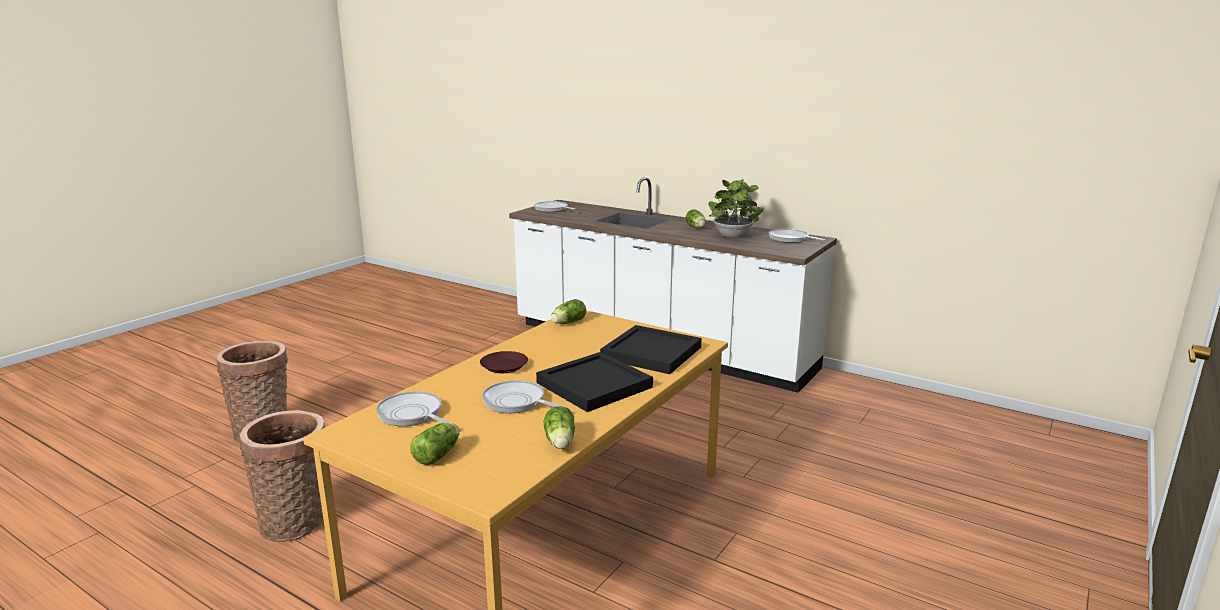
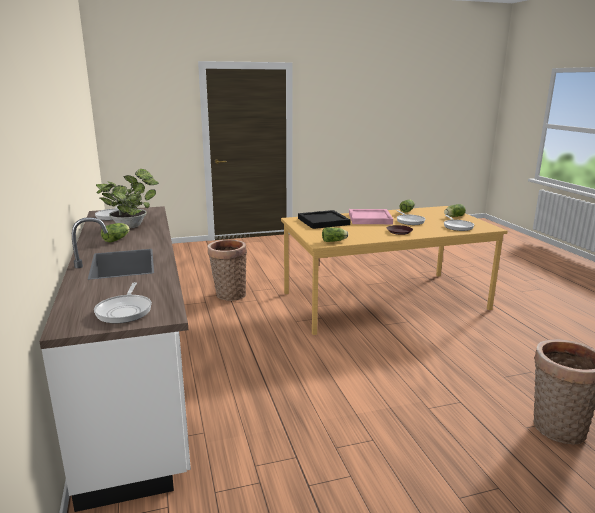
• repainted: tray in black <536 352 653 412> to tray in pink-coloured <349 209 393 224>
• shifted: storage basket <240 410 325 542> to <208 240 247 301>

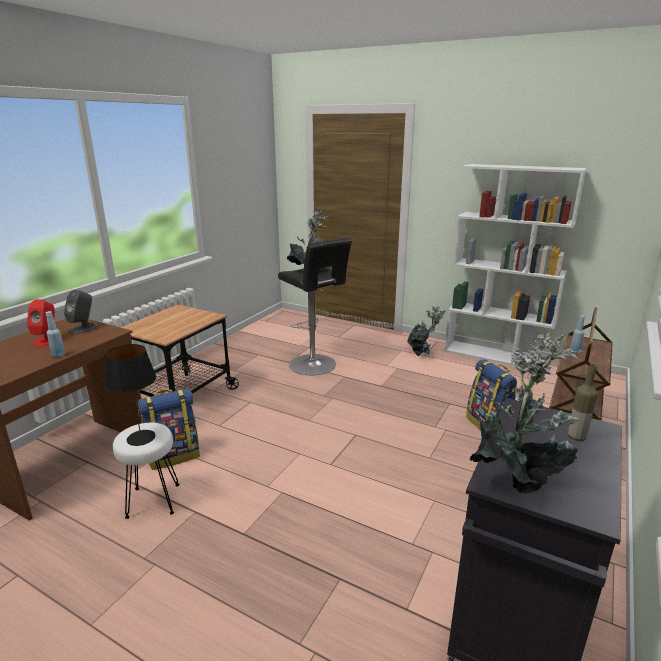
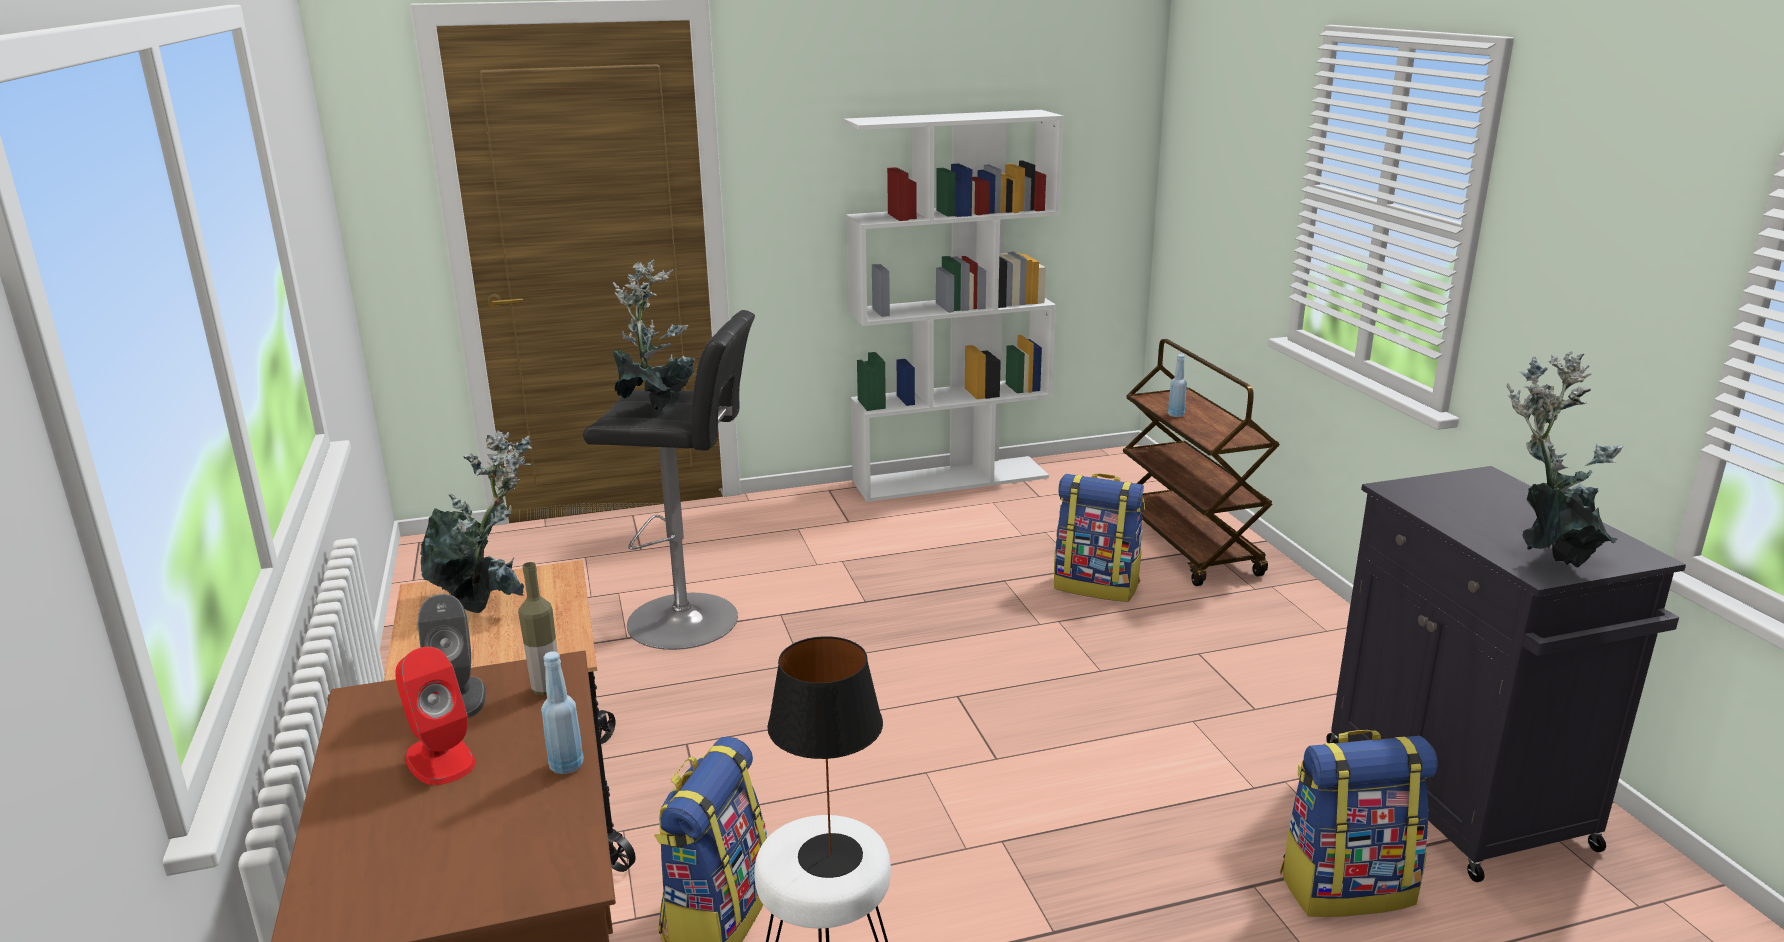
• shifted: potted plant <407 306 446 356> to <420 430 532 613>
• shifted: drink bottle <568 364 597 441> to <518 562 557 695>
• new: rucksack <1280 730 1438 917>

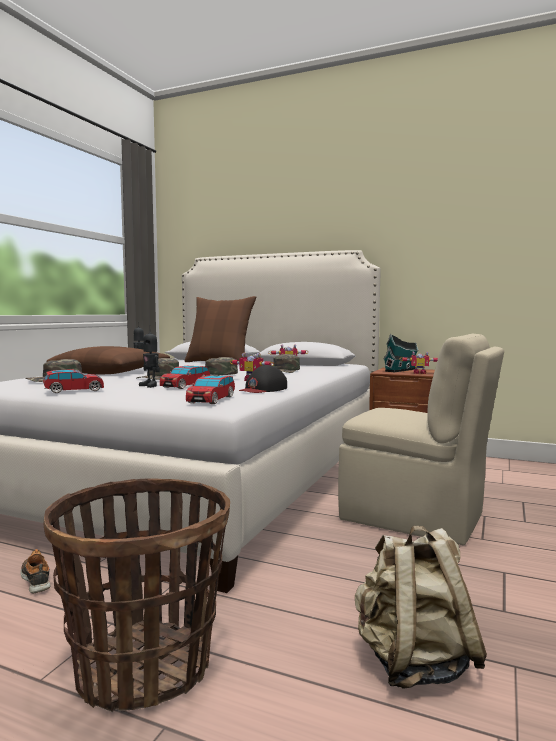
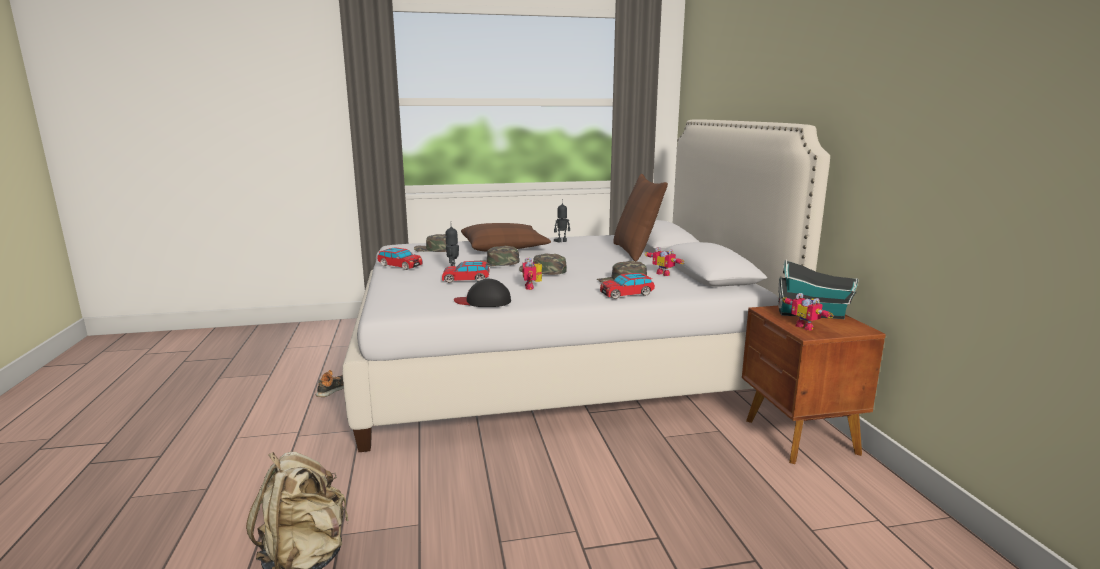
• gone: chair in beige <338 334 504 545>
• shifted: miniature car <186 376 235 404> to <600 273 655 299>
• gone: storage basket <44 478 230 712>

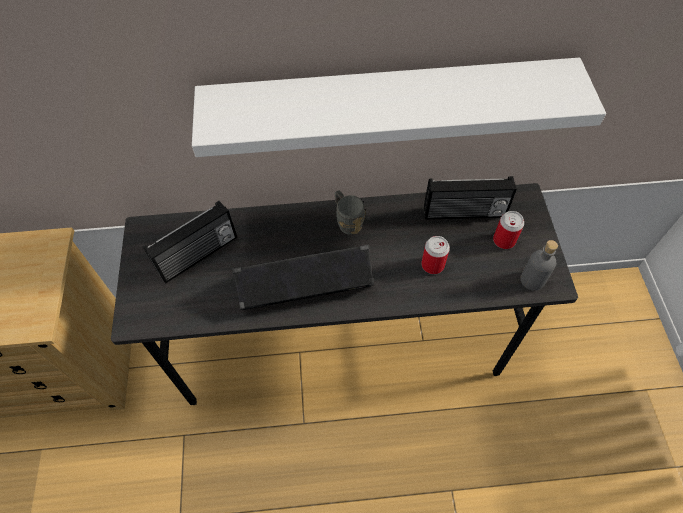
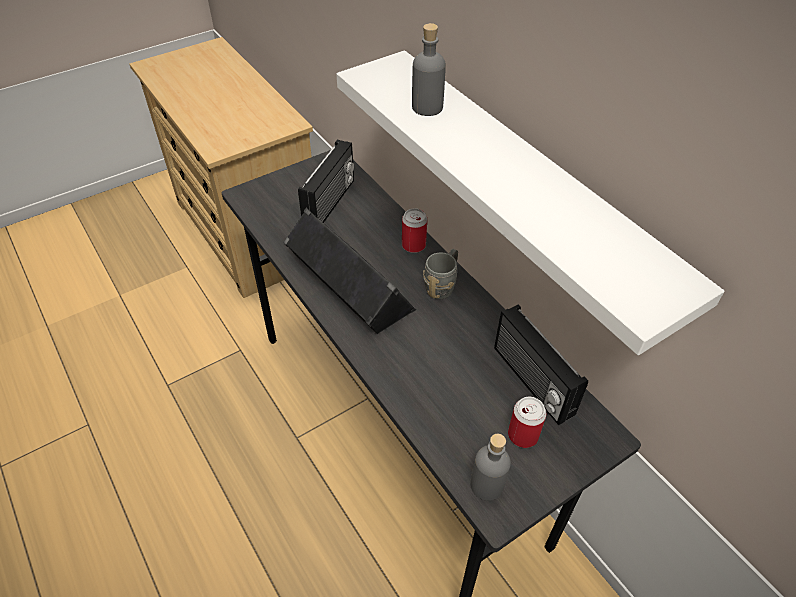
• rotated: radio <143 201 237 283> = <298 140 354 223> 90 degrees counterclockwise
• shifted: metal can <421 236 450 274> to <402 208 427 253>
• new: drink bottle in grey <412 23 446 116>

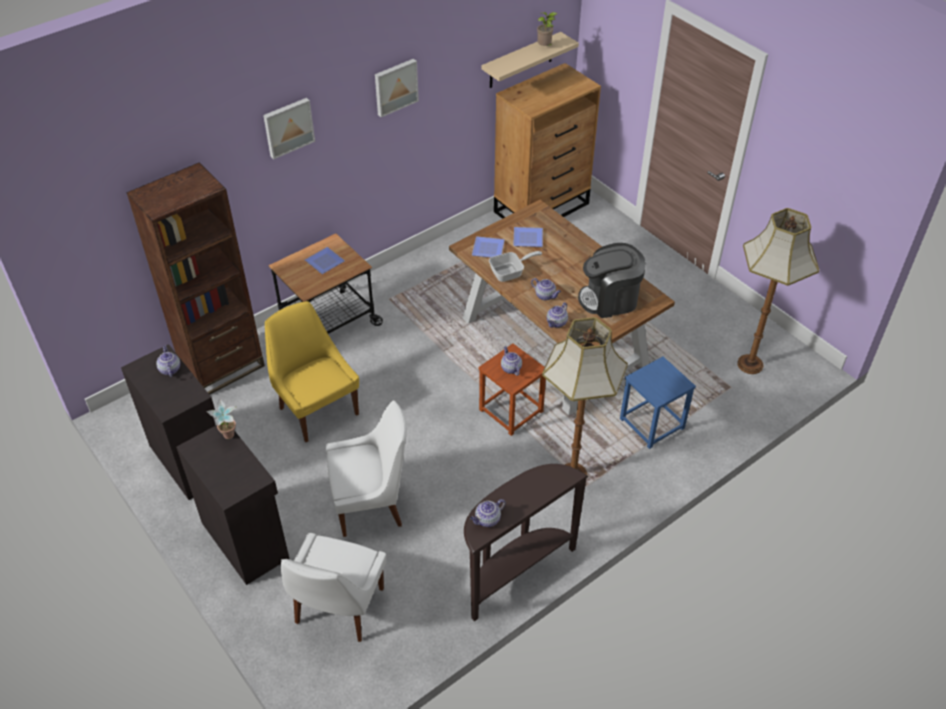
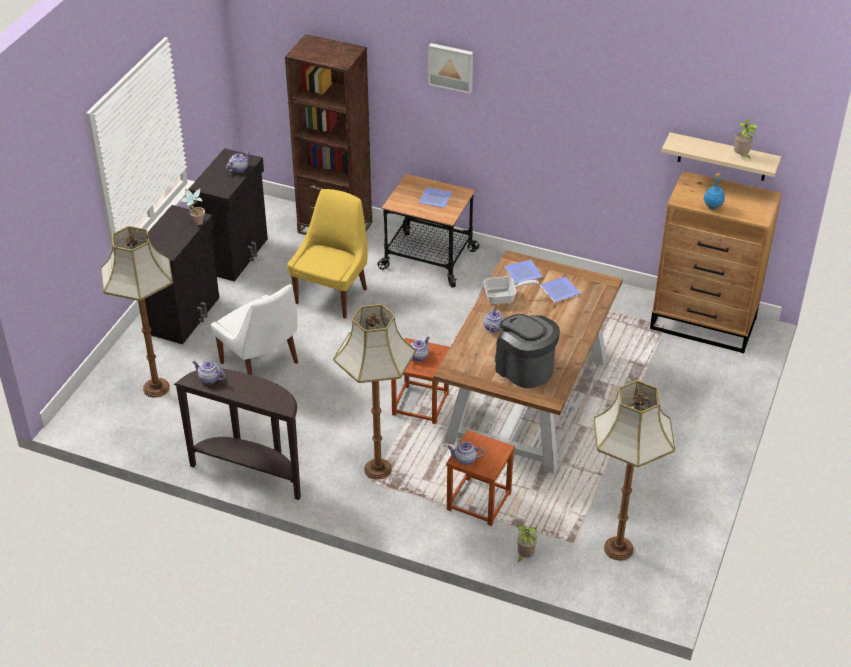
• gone: wall picture <375 59 419 117>
• rotated: pan <489 251 542 282> = <483 276 539 304> 45 degrees counterclockwise
• shifted: teapot <547 302 568 328> to <447 442 485 465>
• repainted: stool seat in blue <620 357 696 449> to stool seat in brown-coloured <446 430 515 526>
• swapped: chair in whitish <281 533 386 642> to standing lamp <101 226 173 398>
• new: drink bottle in blue <704 173 725 210>
• new: potted plant <517 526 537 562>

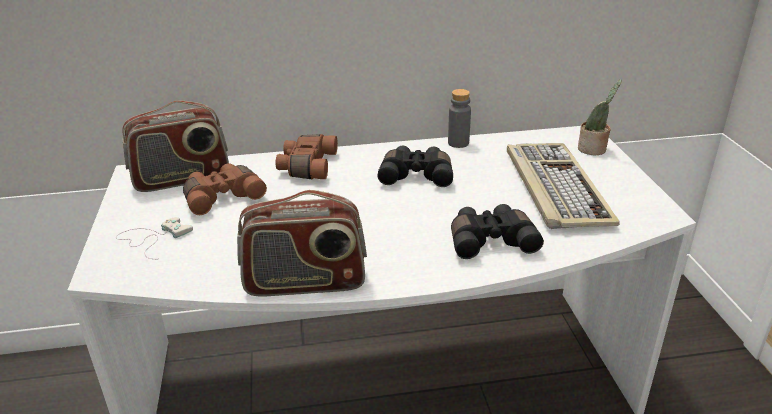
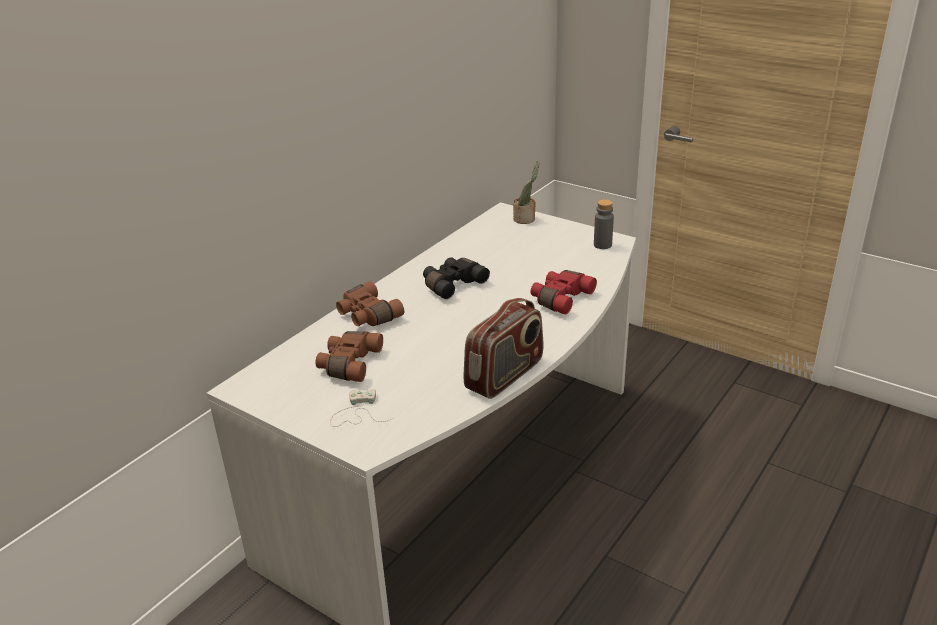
• shifted: drink bottle in grey <448 89 471 148> to <594 199 614 249>
• gone: radio <122 101 229 192>
• gone: PC keyboard <507 143 620 229>
• repainted: field glasses in black <451 204 544 259> to field glasses in red <530 270 597 315>

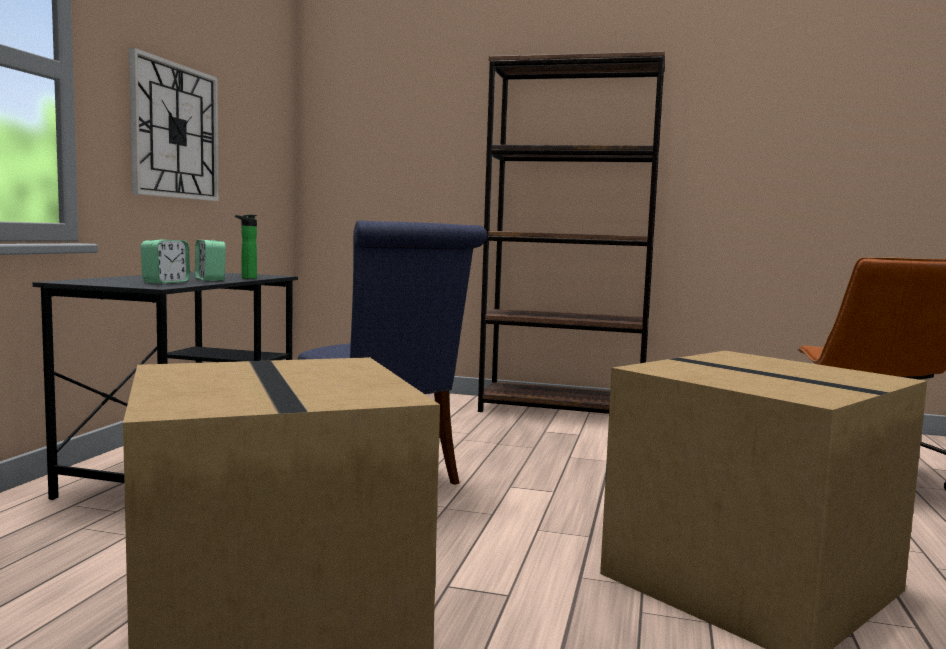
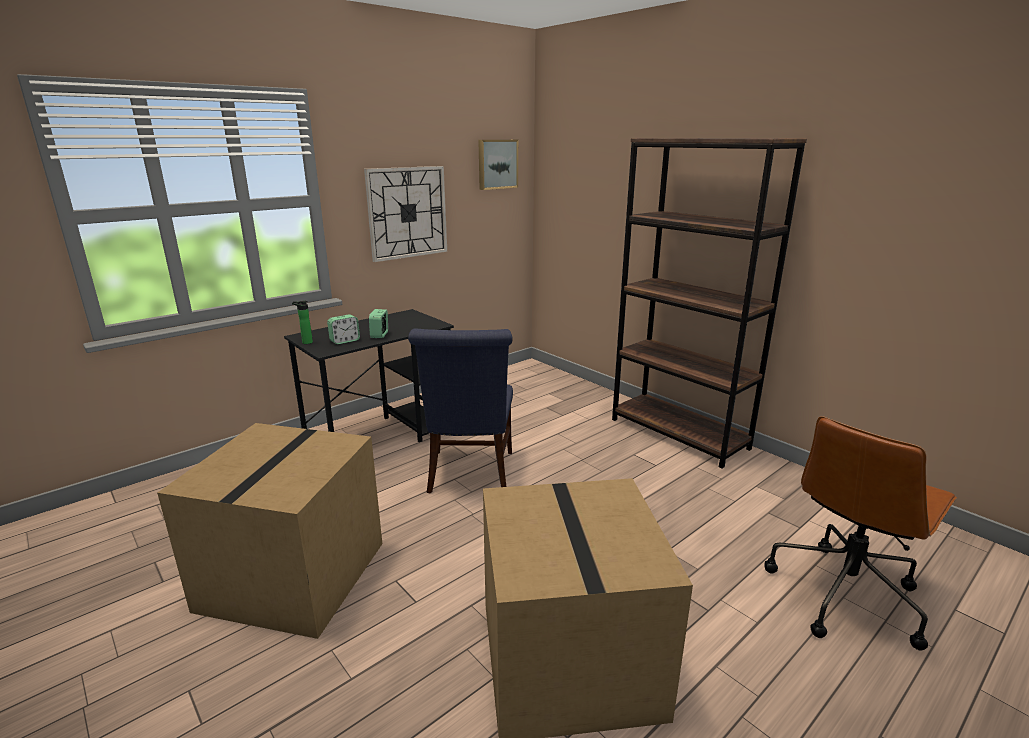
• shifted: drink bottle <235 215 257 279> to <292 301 313 344>
• new: wall picture <478 140 518 190>

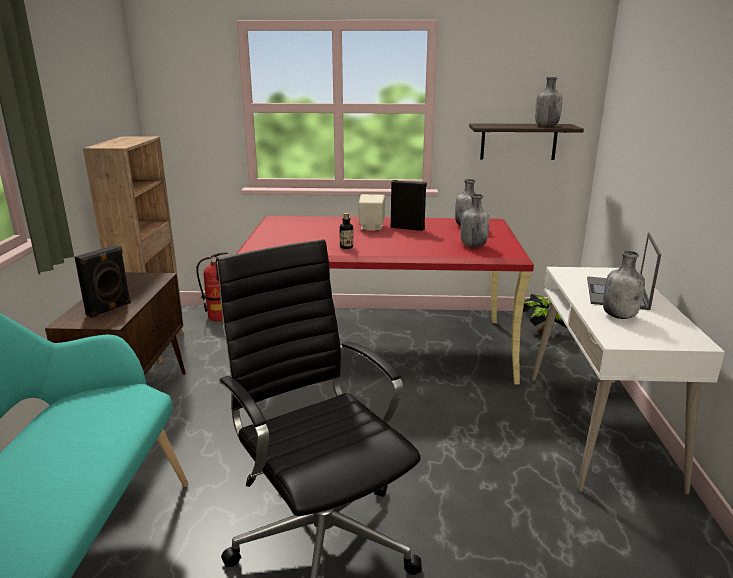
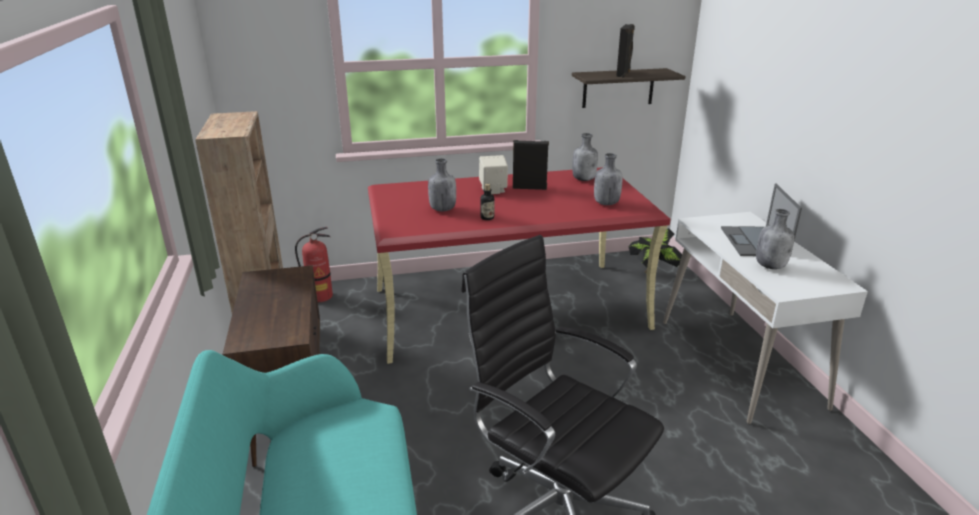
• shifted: drink bottle in grey <535 77 562 127> to <428 158 456 212>
• shifted: speaker in black <75 245 131 318> to <616 24 635 78>

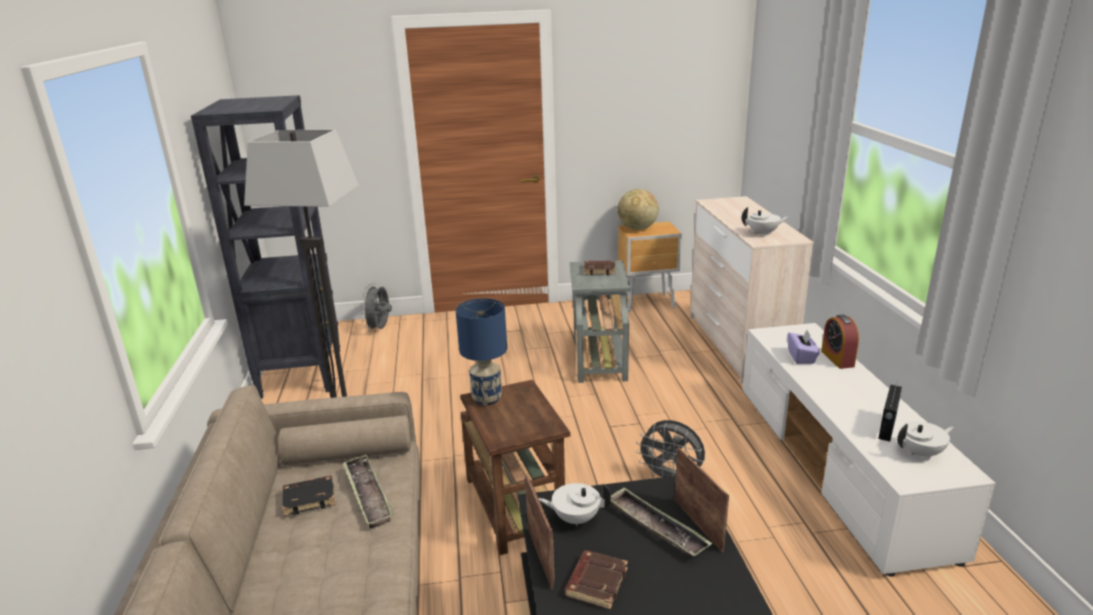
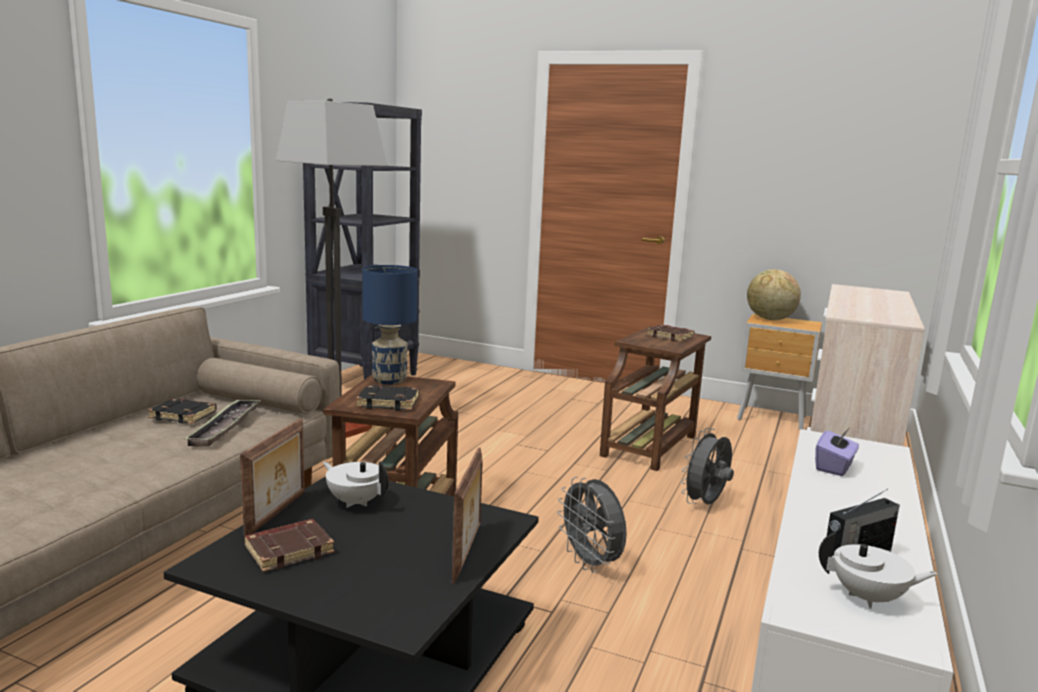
• gone: teapot in whitish <741 207 788 237>
• repainted: side table in grey <570 260 631 383> to side table in brown-coloured <600 326 711 471>
• shifted: fan in grey <361 283 392 332> to <681 428 734 505>
• gone: bedside clock <821 315 859 369>
• gone: tray <610 487 712 556>
• new: bound book in black <356 385 419 411>

